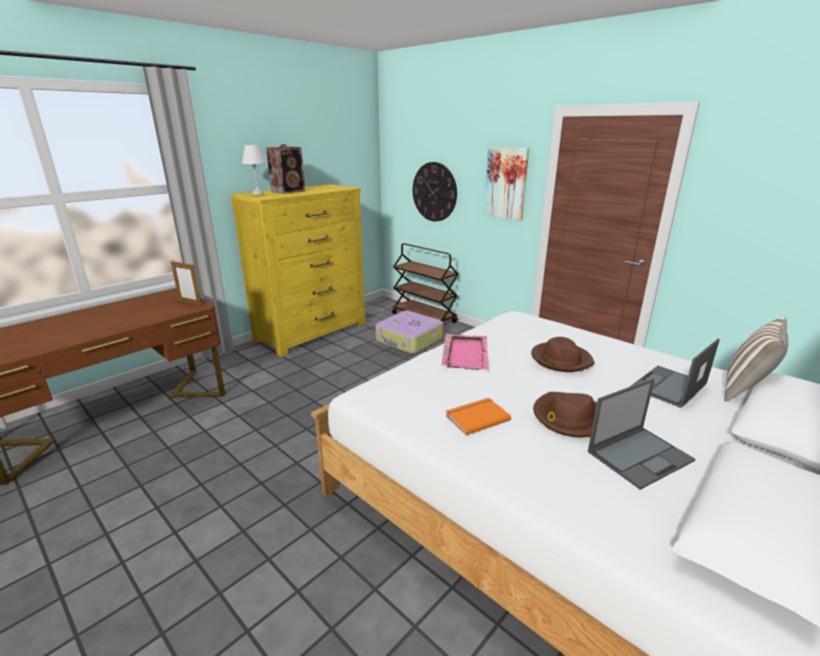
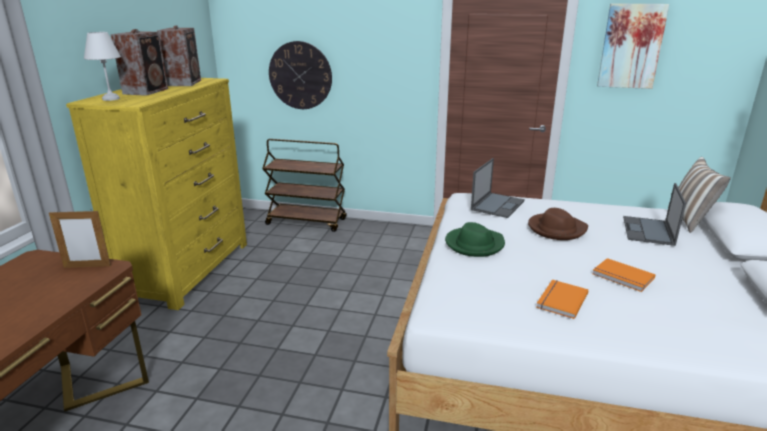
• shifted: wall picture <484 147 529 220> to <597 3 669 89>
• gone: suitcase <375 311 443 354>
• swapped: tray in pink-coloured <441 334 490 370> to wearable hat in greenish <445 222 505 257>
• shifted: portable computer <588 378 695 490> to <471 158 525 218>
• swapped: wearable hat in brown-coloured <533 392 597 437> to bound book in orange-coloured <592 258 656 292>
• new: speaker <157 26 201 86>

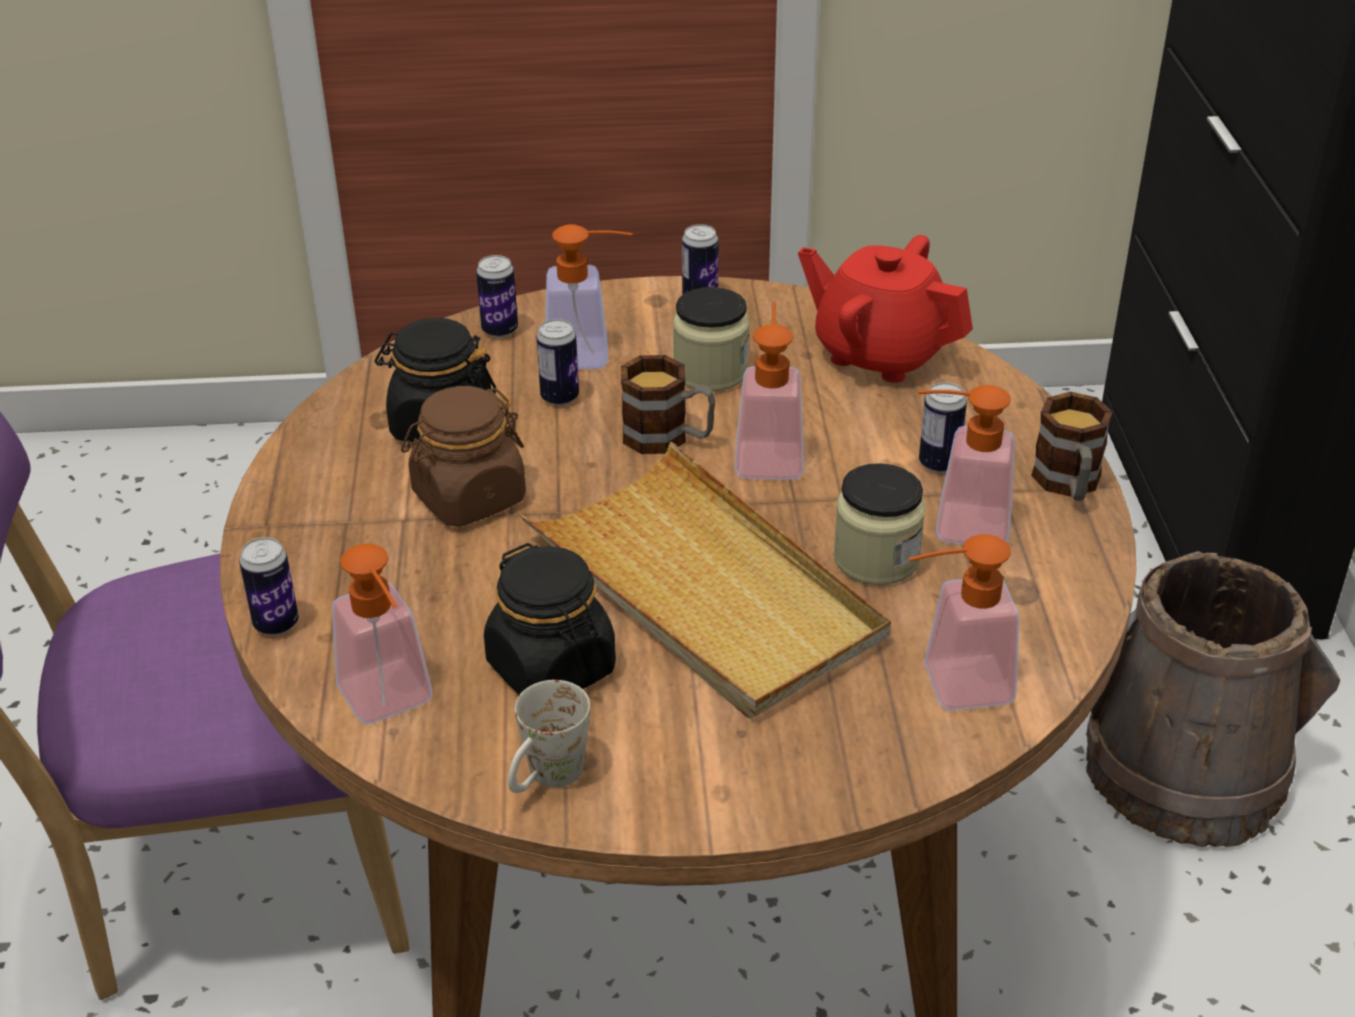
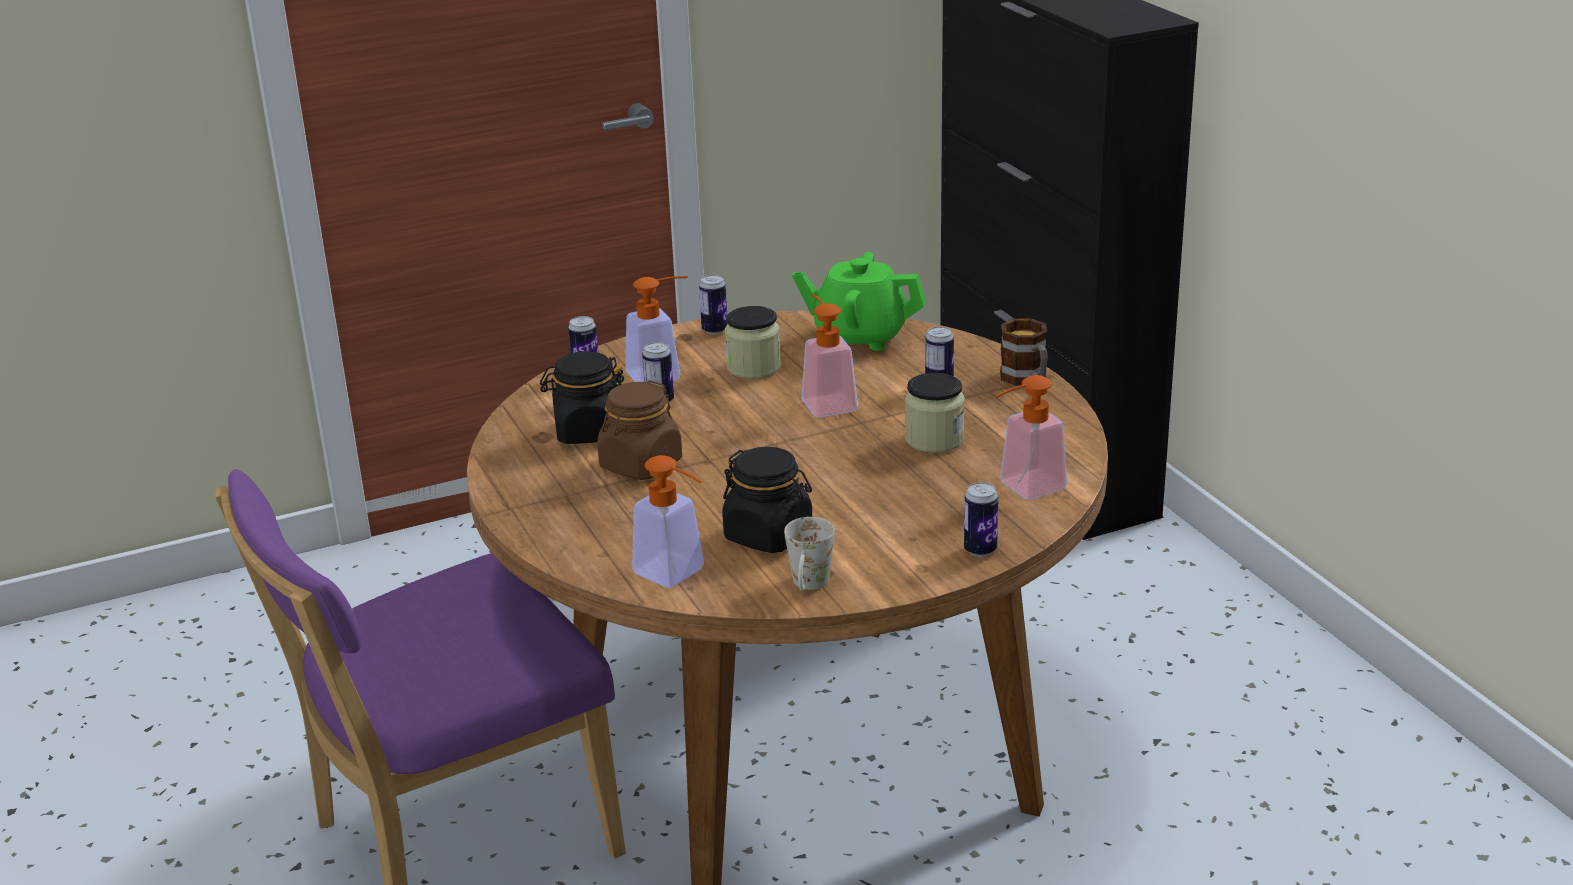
• repainted: teapot in red <798 235 973 383> to teapot in greenish <792 252 926 351>
• gone: mug <621 355 716 454>
• gone: soap bottle <918 385 1015 544>
• gone: tray in beige <520 442 891 719>
• shifted: metal can <239 538 298 635> to <964 482 998 557>
• gone: pail in brown-coloured <1086 551 1340 847>

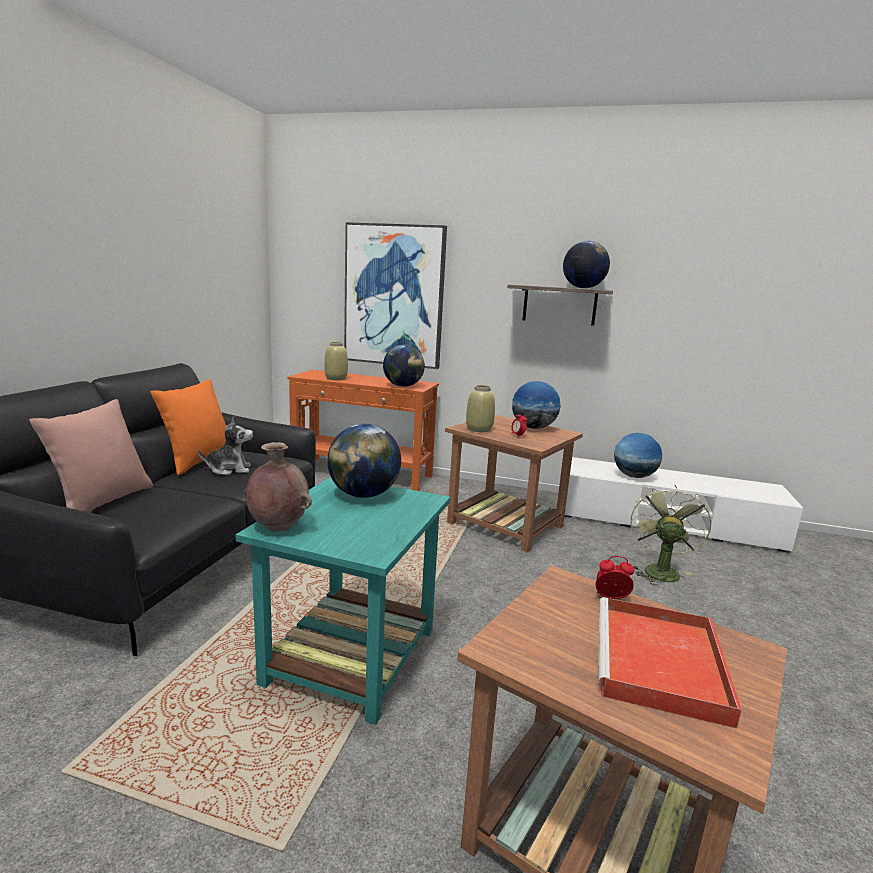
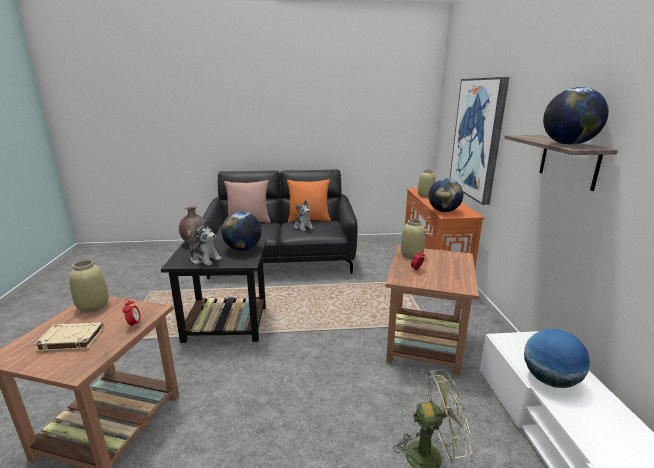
• gone: globe <512 381 561 429>
• repainted: side table in blue-green <236 477 450 725> to side table in black <161 238 267 343>
• swapped: tray in red <599 597 742 729> to bound book in beige <34 322 104 352>
• new: soft toy <188 221 222 266>
• new: vase in beige <69 260 109 313>

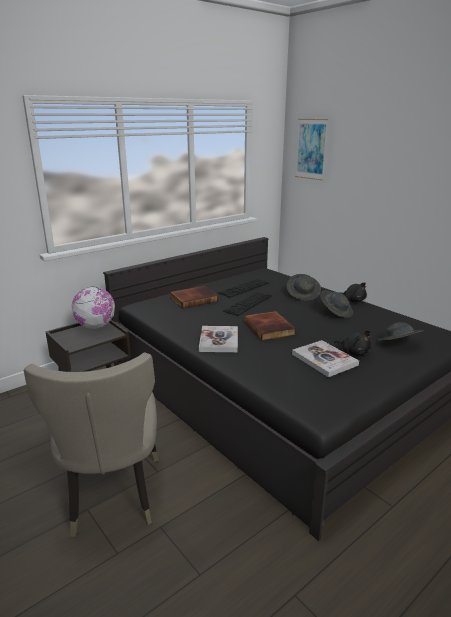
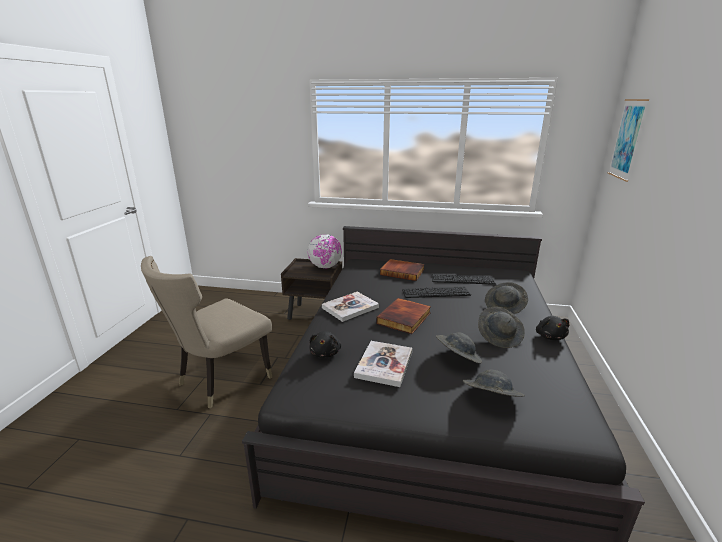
• shifted: soft toy in black <334 330 371 355> to <309 331 341 358>
• new: wearable hat in grey <436 332 482 364>

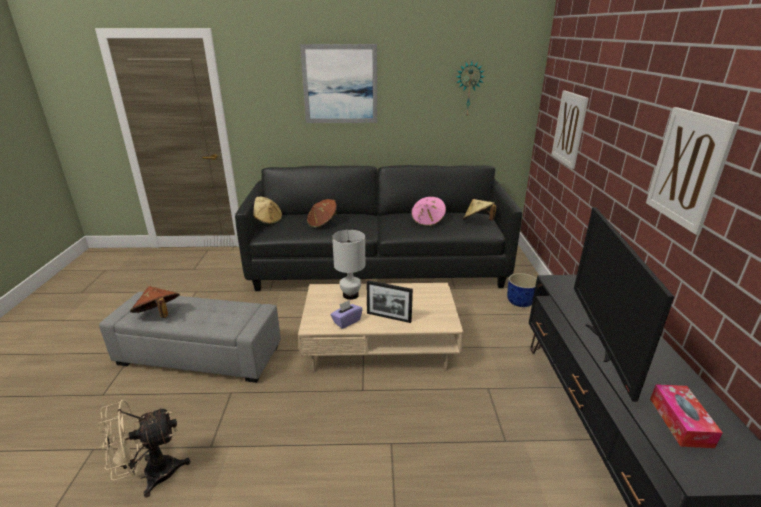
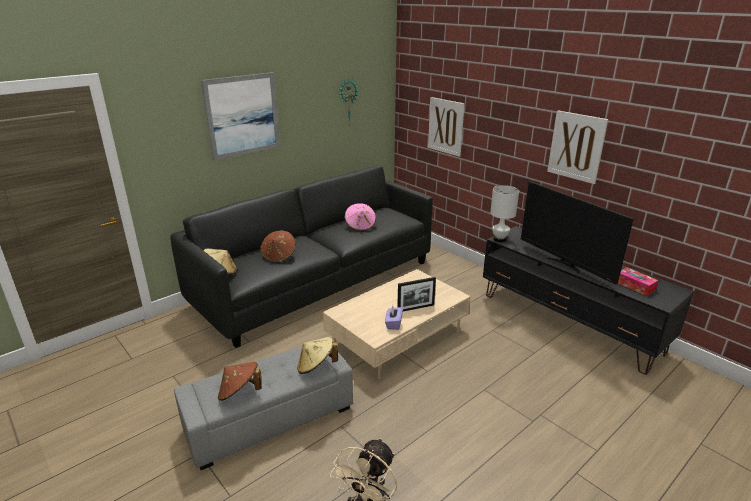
• shifted: wearable hat in beige <463 199 496 220> to <297 337 338 374>
• shifted: lamp for a table in whitish <332 230 365 300> to <490 185 519 242>
• gone: planter in blue <507 273 537 307>

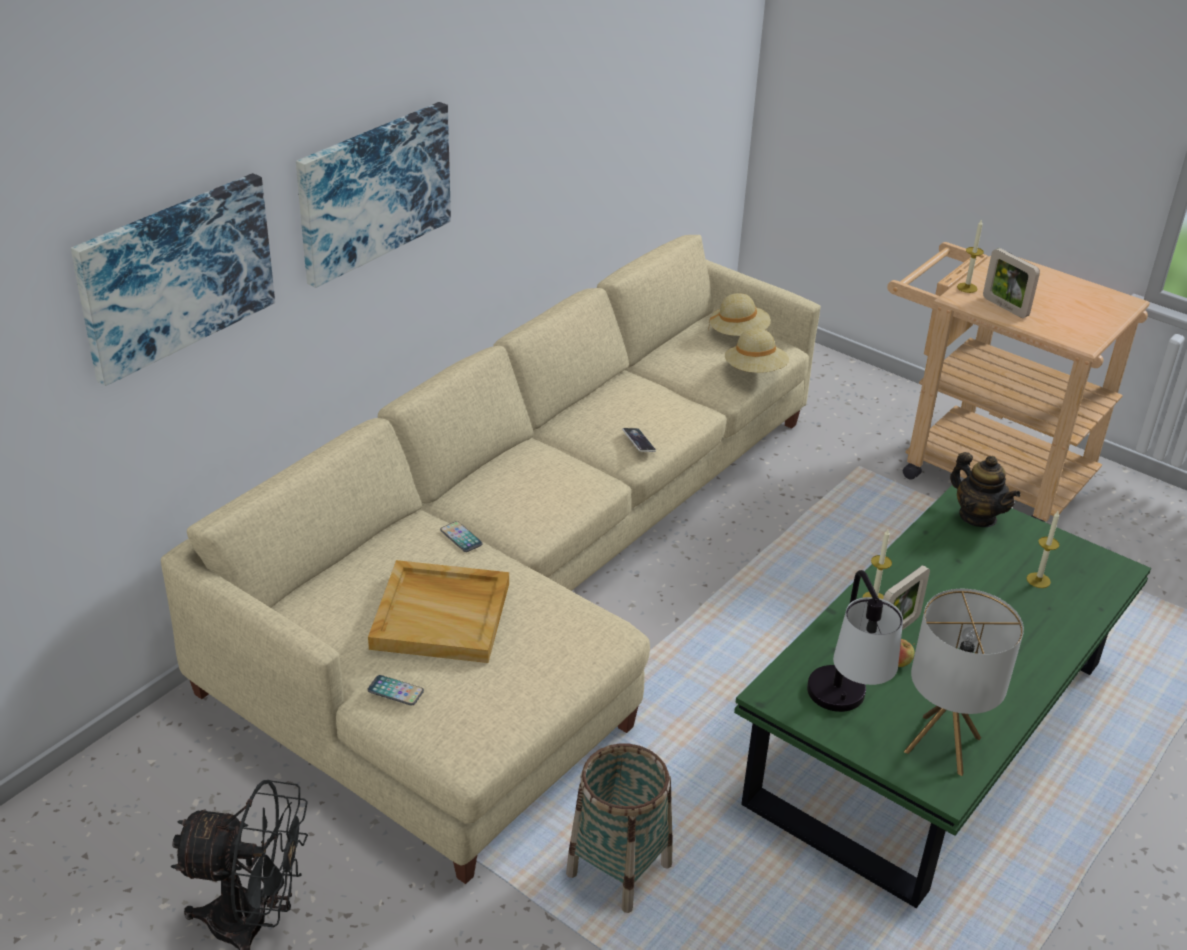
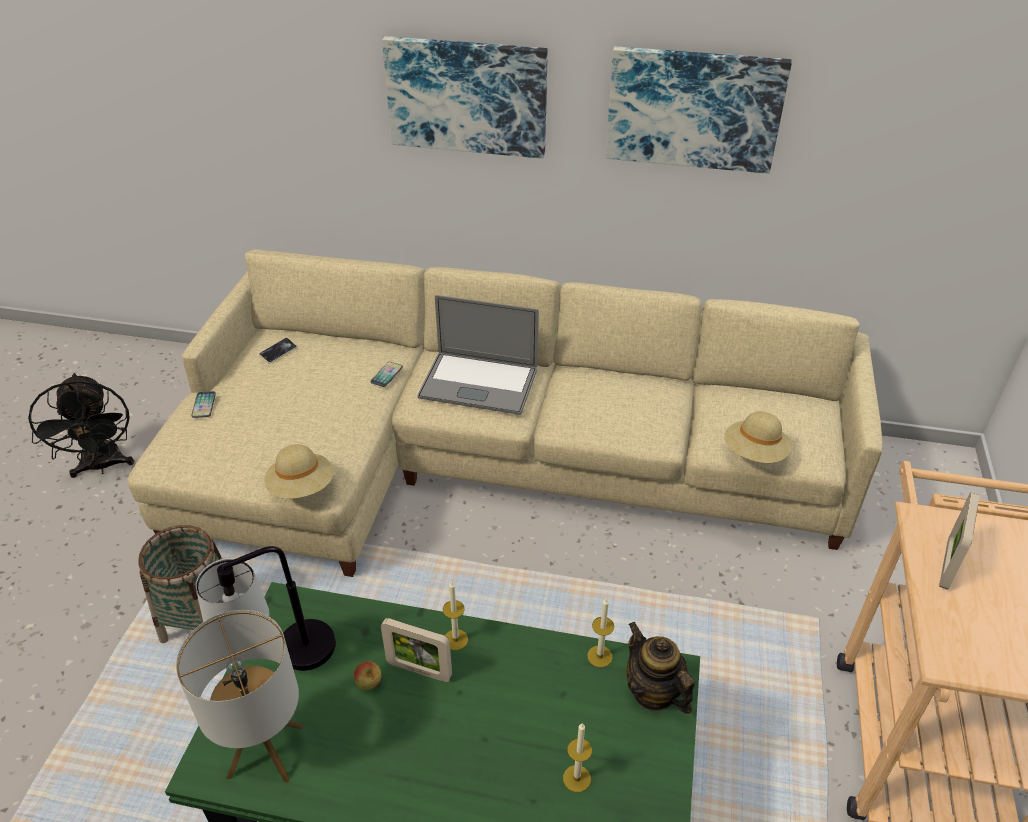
• shifted: wall picture <71 173 275 386> to <606 46 792 174>
• shifted: wax light <957 219 984 293> to <587 599 614 667>
• shifted: wearable hat in beige <708 293 771 336> to <264 444 333 499>
• shifted: telephone <622 428 656 452> to <259 338 297 364>
• rotated: teapot <950 452 1021 527> = <626 622 695 714> 120 degrees clockwise
• gone: tray in beige <368 560 509 663>
• new: portable computer <418 295 539 415>

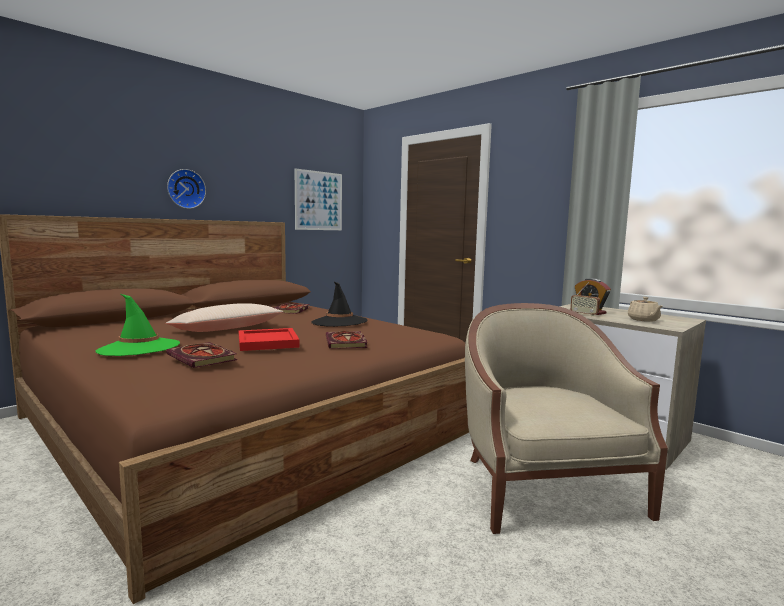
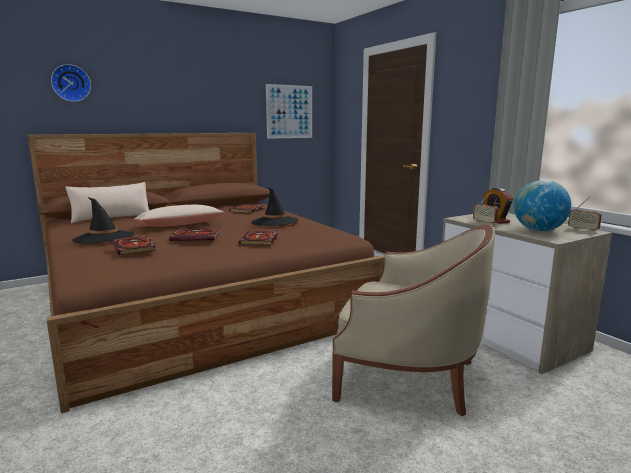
• shifted: wall clock <167 169 206 209> to <51 64 91 102>
• repainted: wearable hat in greenish <96 294 180 356> to wearable hat in black <72 197 134 243>
• swapped: teapot in beige <628 297 662 322> to globe <514 180 571 231>
• rotated: easy chair in beige <465 303 668 534> = <332 225 495 416> 105 degrees clockwise
• swapped: tray in red <239 328 300 351> to bound book <169 229 219 241>
• new: cushion in beige <65 182 149 224>
• new: radio <568 197 602 232>

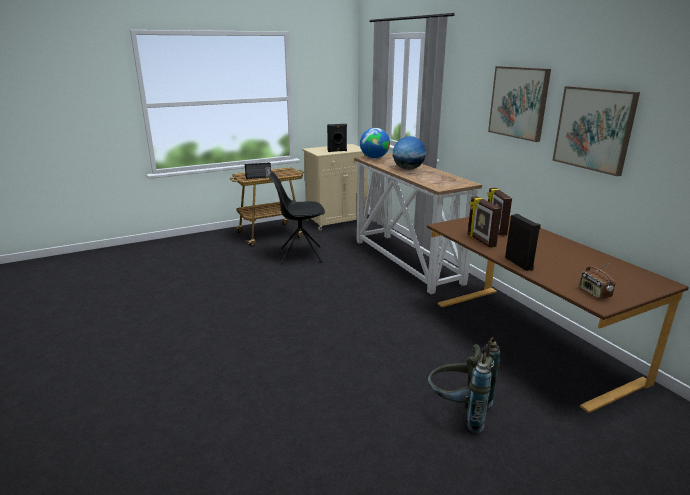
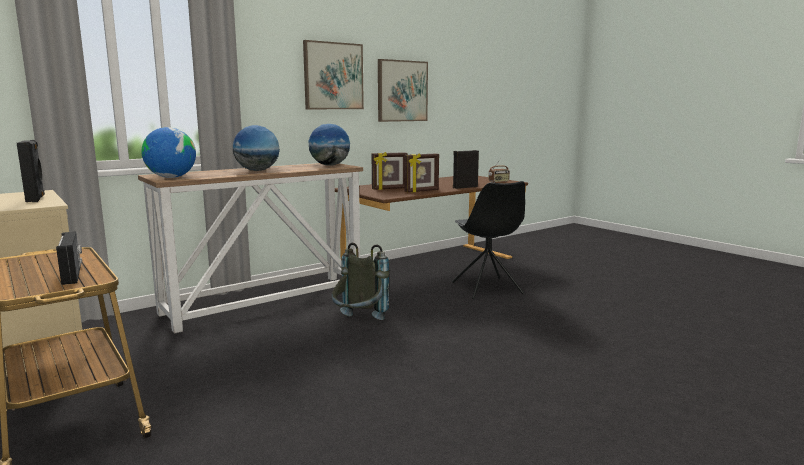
• shifted: chair in black <269 172 325 265> to <452 181 525 299>
• shifted: rucksack in grey <428 337 500 433> to <332 243 389 320>
• new: globe <308 124 350 166>

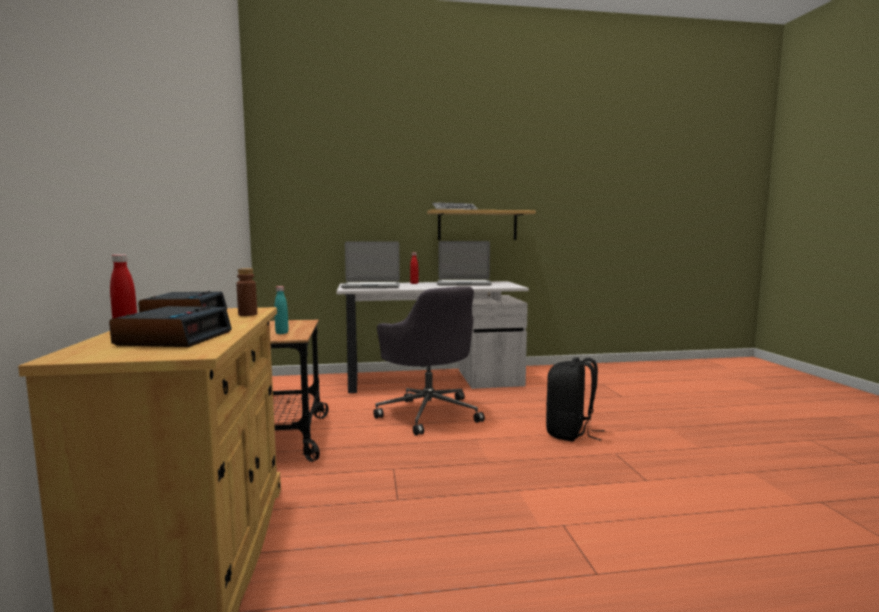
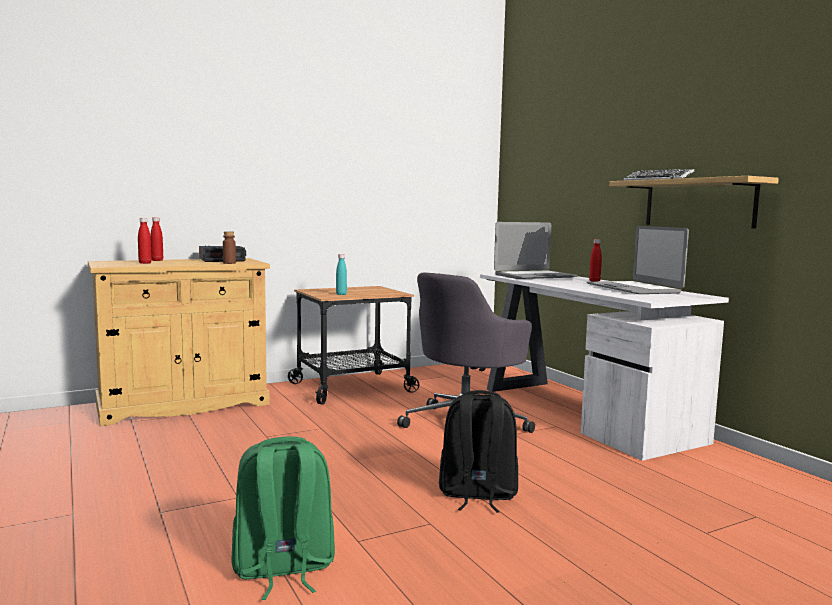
• rotated: portable computer <341 241 400 288> = <494 222 577 279> 90 degrees counterclockwise
• swapped: bedside clock <109 306 232 347> to drink bottle in red <138 218 152 264>
• new: rucksack in greenish <231 436 335 600>

